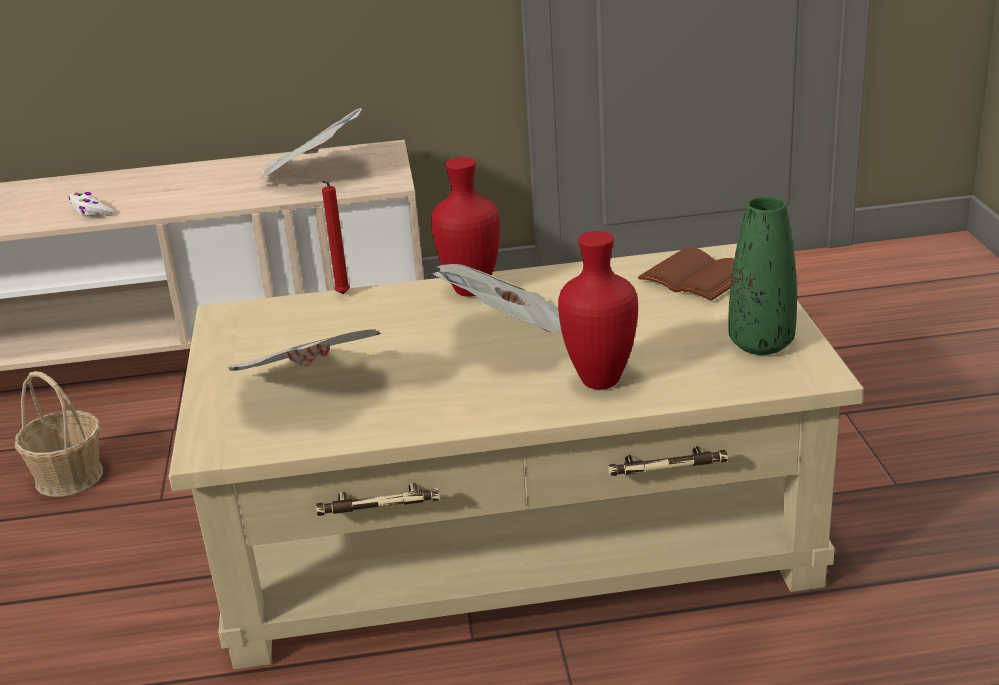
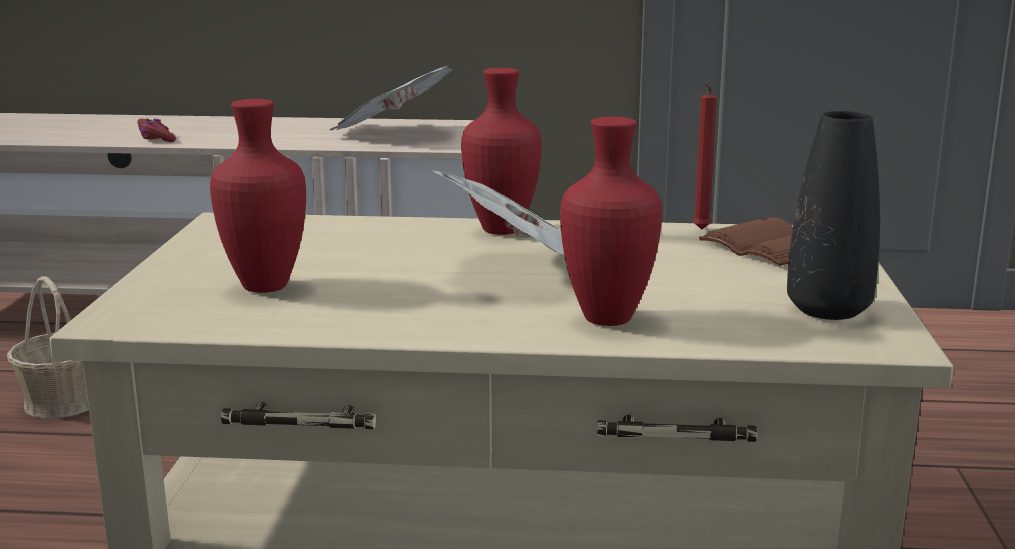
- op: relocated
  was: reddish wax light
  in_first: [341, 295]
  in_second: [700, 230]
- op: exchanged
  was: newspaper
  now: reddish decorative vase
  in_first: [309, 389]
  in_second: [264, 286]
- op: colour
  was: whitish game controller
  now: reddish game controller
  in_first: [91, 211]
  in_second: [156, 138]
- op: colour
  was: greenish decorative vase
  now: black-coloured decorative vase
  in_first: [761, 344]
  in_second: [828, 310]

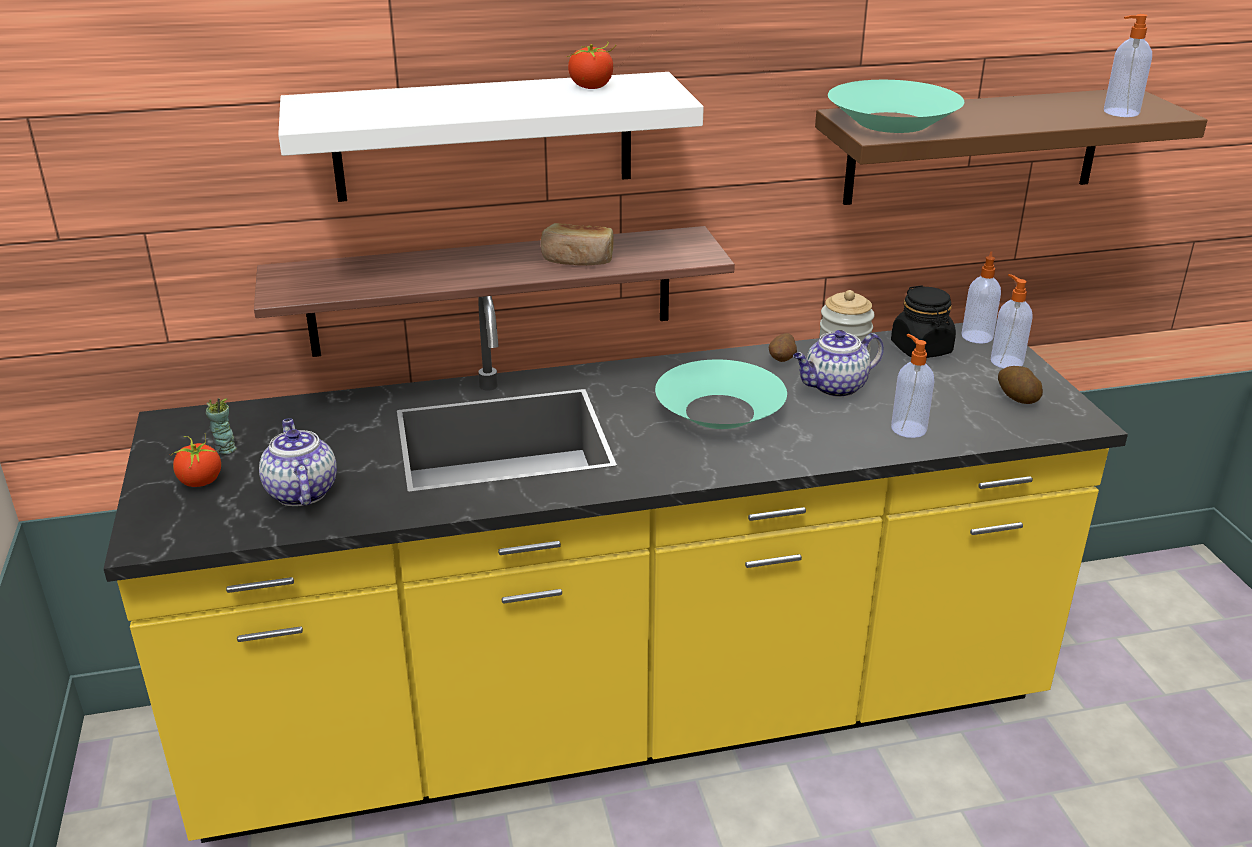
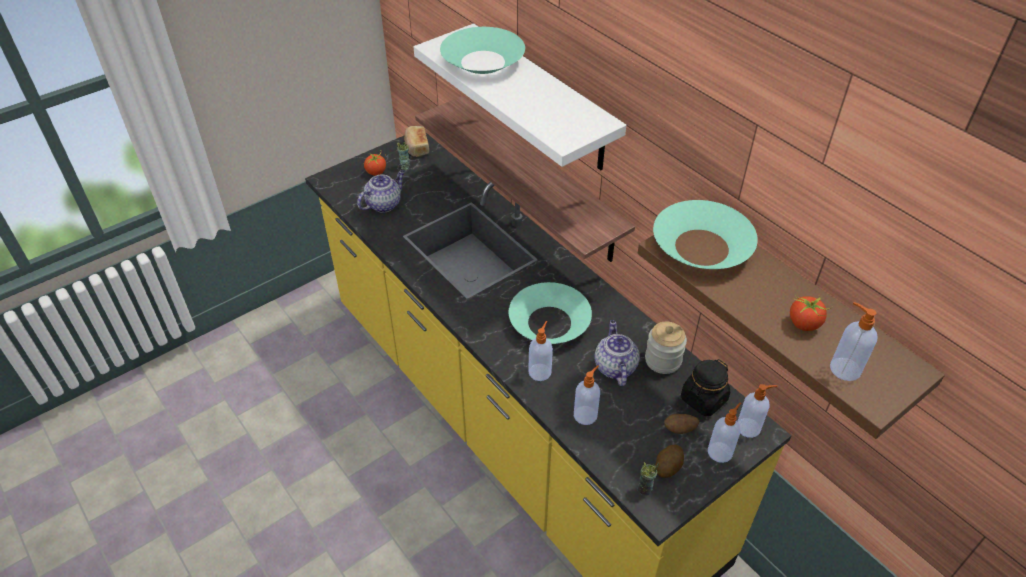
- op: appeared
  now: blue-green deep dish
  in_second: [482, 62]
- op: appeared
  now: liquid soap bottle
  in_second: [540, 371]
- op: appeared
  now: cup
  in_second: [645, 489]
- op: relocated
  was: bakery bread
  in_first: [578, 259]
  in_second: [416, 147]
- op: relocated
  was: tomato
  in_first: [591, 87]
  in_second: [804, 324]
- op: relocated
  was: spud
  in_first: [782, 360]
  in_second: [680, 430]
- op: spun
  was: pot for tea
  in_first: [834, 387]
  in_second: [614, 366]
  clockwise: 45

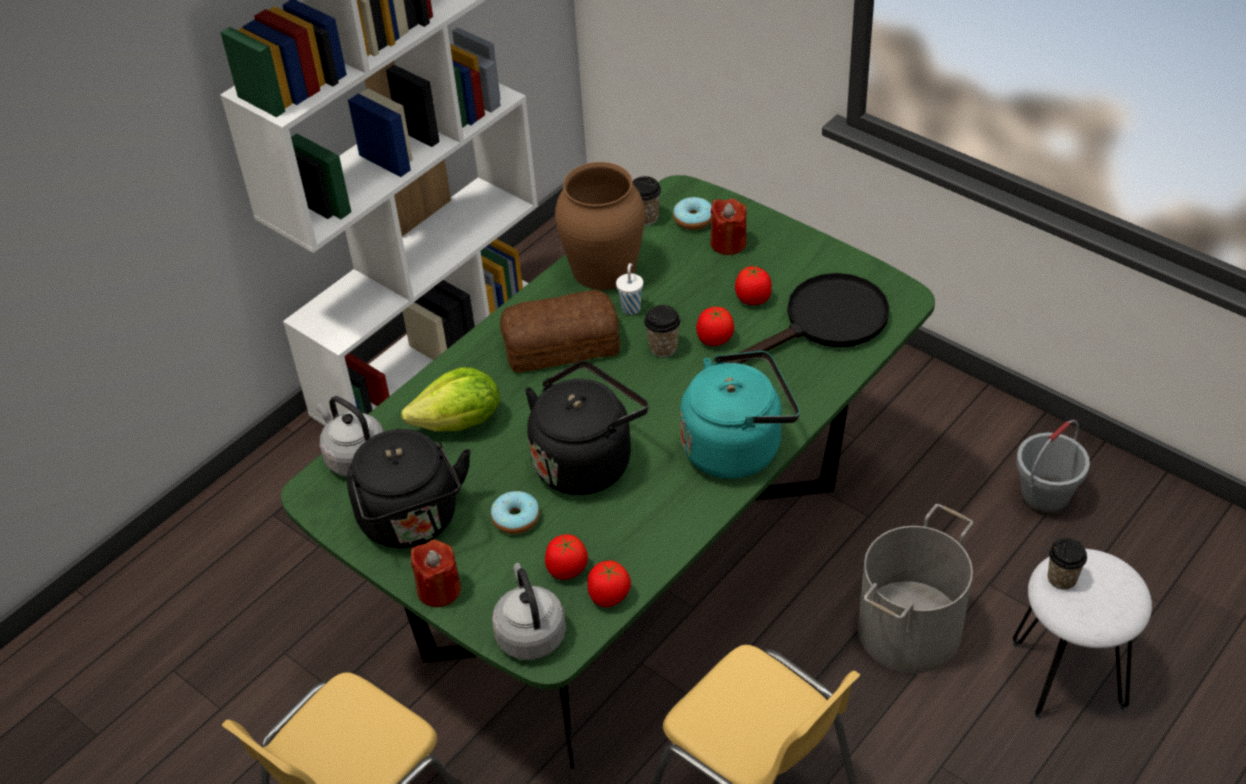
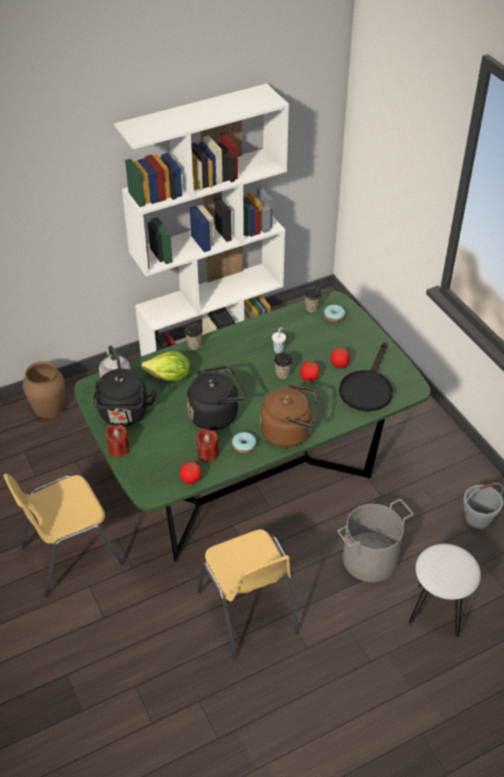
- op: missing
  was: grey tea kettle
  in_first: [530, 633]
- op: missing
  was: bakery bread
  in_first: [559, 344]
- op: missing
  was: tomato
  in_first: [567, 570]
- op: relocated
  was: donut
  in_first: [516, 518]
  in_second: [244, 445]
- op: relocated
  was: brown decorative vase
  in_first: [604, 268]
  in_second: [49, 407]
- op: relocated
  was: reddish wax light
  in_first: [728, 243]
  in_second: [208, 454]
- op: relocated
  was: cup
  in_first: [1062, 579]
  in_second: [194, 345]
- op: colour
  was: blue-green tea kettle
  now: brown tea kettle
  in_first: [737, 447]
  in_second: [289, 432]
- op: spun
  was: black-coloured skillet
  in_first: [825, 323]
  in_second: [367, 388]
  clockwise: 120

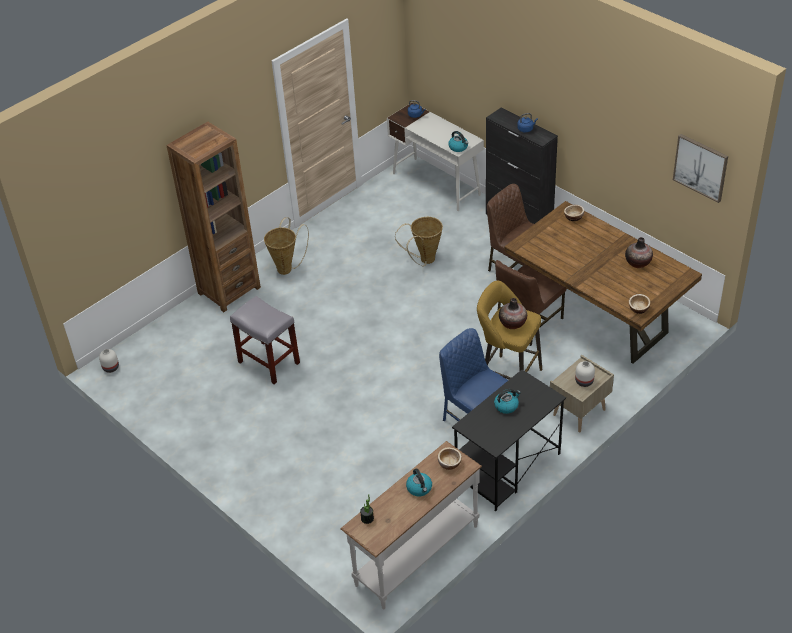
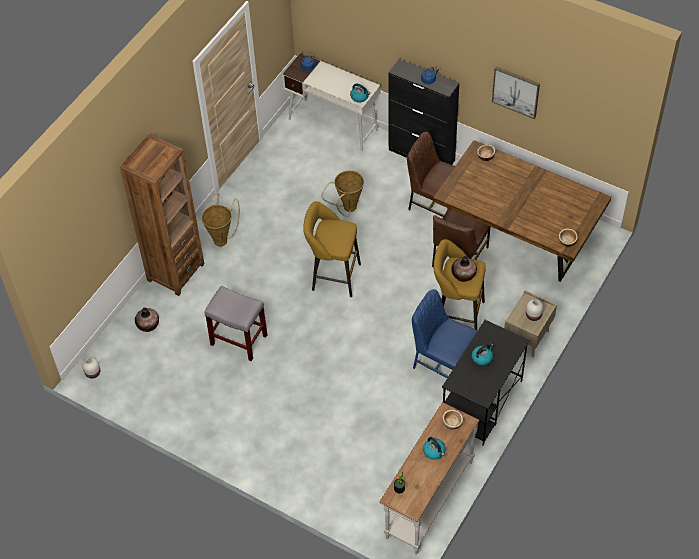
- op: appeared
  now: yellowish stool seat
  in_second: [333, 276]
- op: relocated
  was: decorative vase
  in_first: [638, 262]
  in_second: [148, 325]
- op: relocated
  was: picture
  in_first: [700, 167]
  in_second: [516, 91]

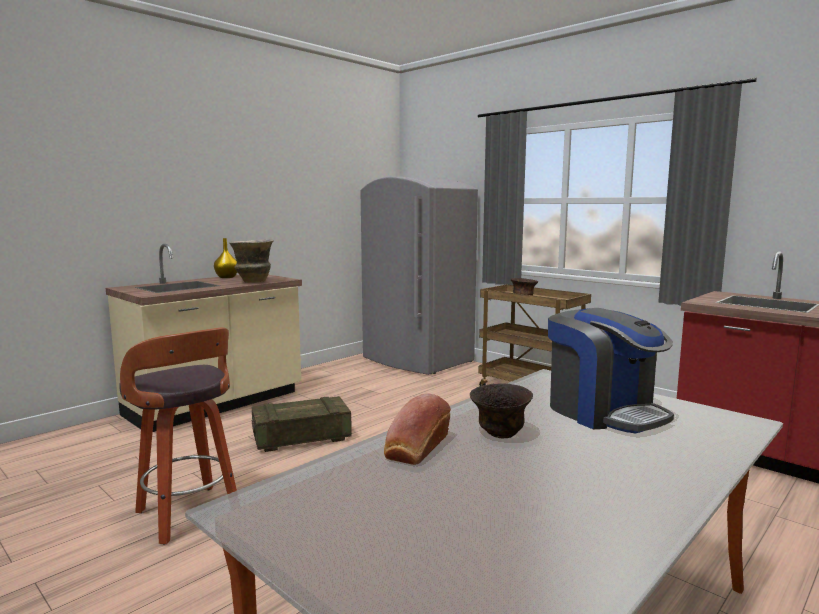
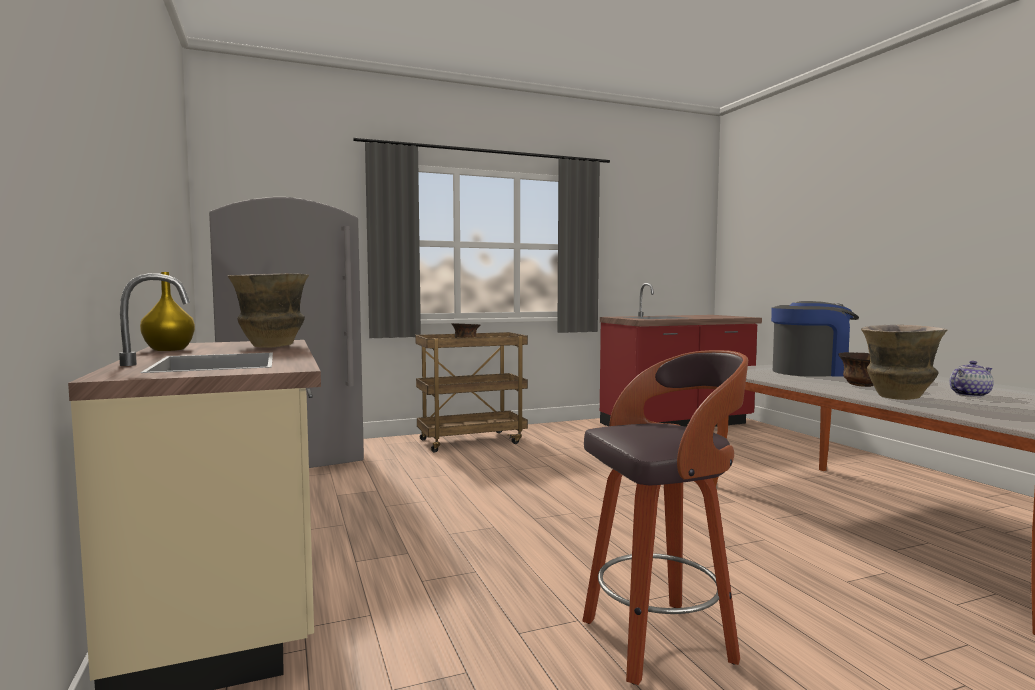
- op: missing
  was: crate
  in_first: [301, 438]
- op: appeared
  now: pot for tea
  in_second: [969, 395]
- op: exchanged
  was: bakery bread
  now: decorative vase
  in_first: [416, 448]
  in_second: [899, 397]

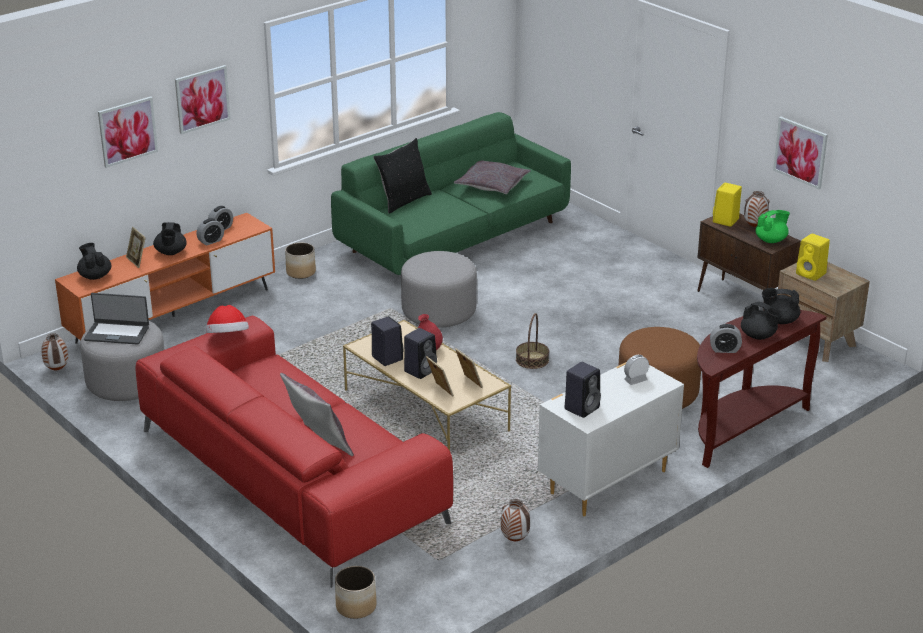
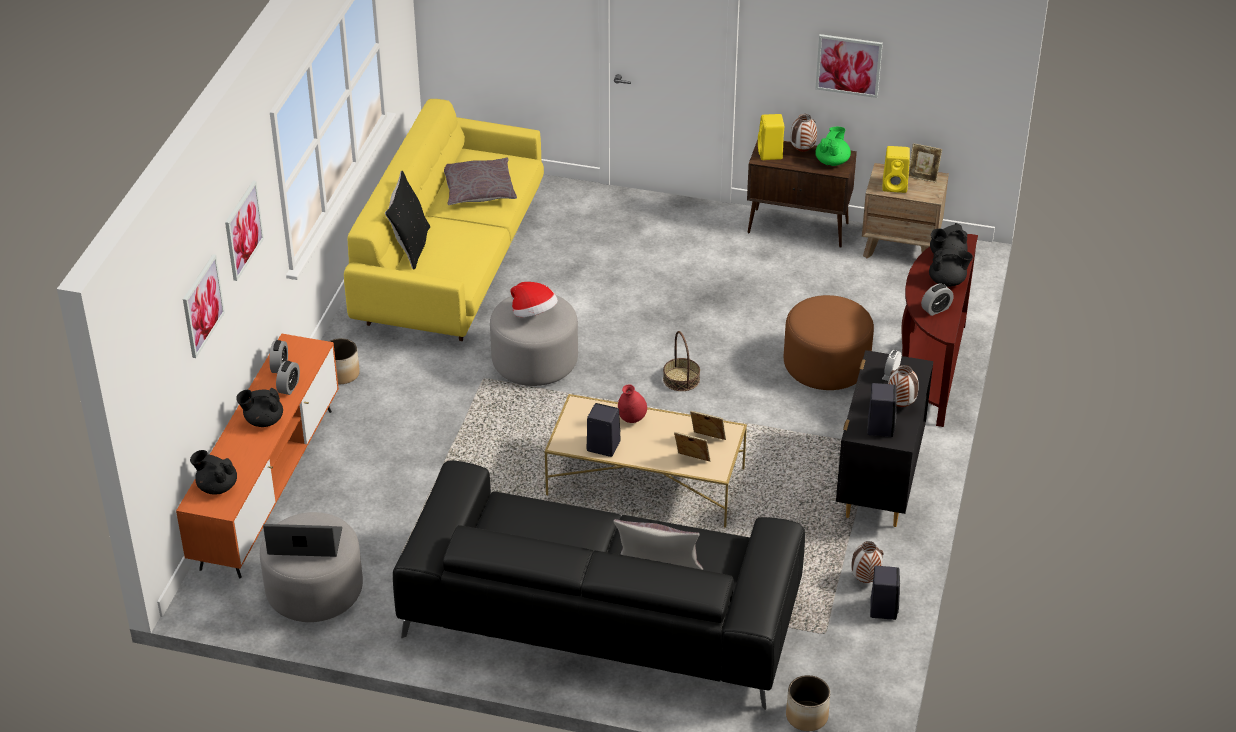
- op: relocated
  was: decorative vase
  in_first: [56, 370]
  in_second: [900, 405]
- op: relocated
  was: standing frame
  in_first: [137, 261]
  in_second: [923, 176]
- op: relocated
  was: wearable hat
  in_first: [228, 337]
  in_second: [533, 314]
- op: relocated
  was: black-coloured speaker
  in_first: [421, 370]
  in_second: [883, 608]
- op: colour
  was: reddish sofa
  now: black-coloured sofa
  in_first: [290, 476]
  in_second: [601, 615]
- op: colour
  was: greenish sofa
  now: yellowish sofa
  in_first: [455, 237]
  in_second: [452, 262]
- op: colour
  was: whitish chest of drawers
  now: black-coloured chest of drawers
  in_first: [606, 482]
  in_second: [878, 482]
- op: spun
  was: laptop
  in_first: [117, 333]
  in_second: [305, 543]
  clockwise: -150
- op: spun
  was: black-coloured pot for tea
  in_first: [170, 252]
  in_second: [263, 420]
  clockwise: 120

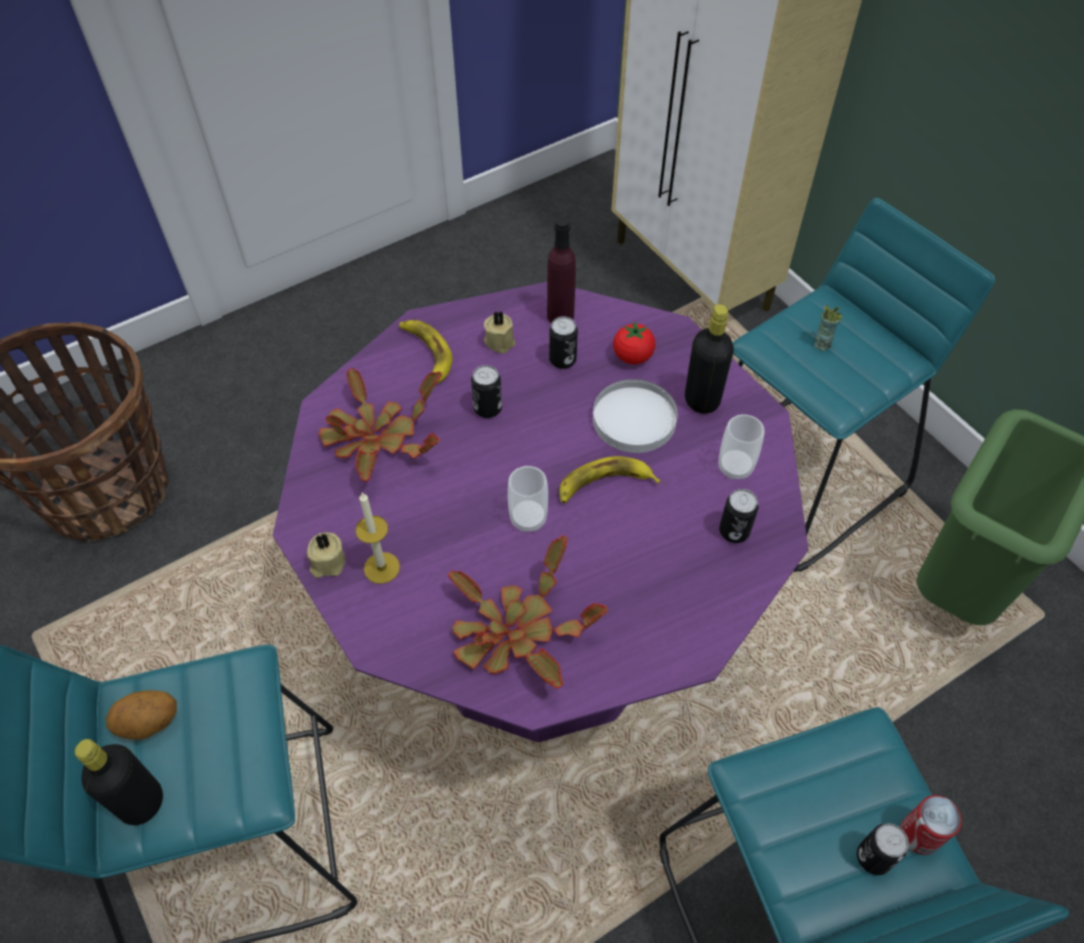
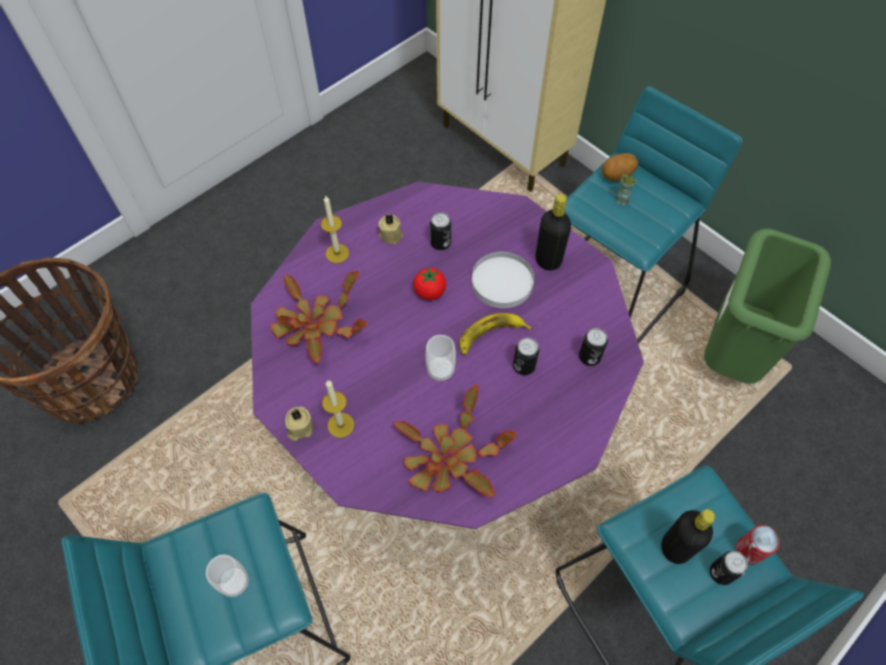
- op: missing
  was: purple beverage bottle
  in_first: [560, 316]
- op: relocated
  was: black-coloured beverage bottle
  in_first: [142, 803]
  in_second: [675, 548]
- op: relocated
  was: spud
  in_first: [149, 724]
  in_second: [617, 176]
- op: relocated
  was: sealed can
  in_first: [487, 408]
  in_second: [524, 366]
- op: relocated
  was: tomato
  in_first: [632, 356]
  in_second: [430, 292]
- op: relocated
  was: cup
  in_first: [735, 467]
  in_second: [234, 582]
- op: exchanged
  was: whole banana
  now: wax light
  in_first: [425, 355]
  in_second: [337, 253]

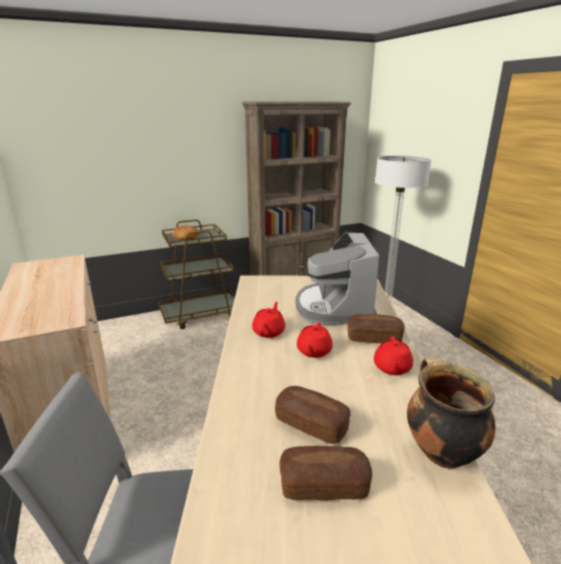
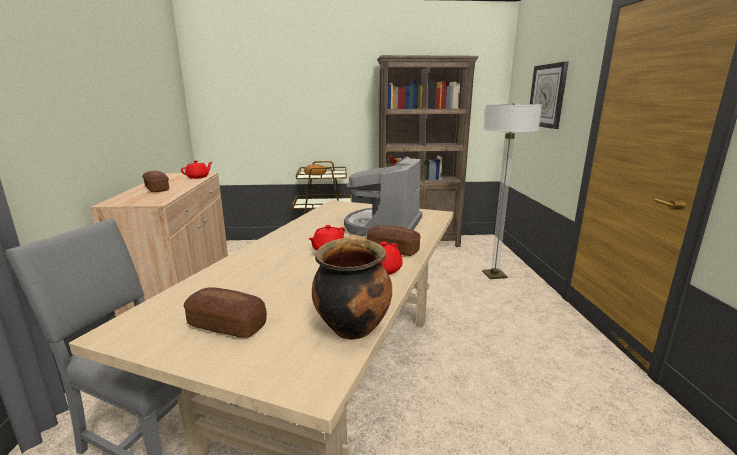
- op: appeared
  now: hanging clock
  in_second: [547, 96]
- op: relocated
  was: reddish pot for tea
  in_first: [269, 331]
  in_second: [198, 177]
- op: relocated
  was: bakery bread
  in_first: [311, 424]
  in_second: [157, 189]

